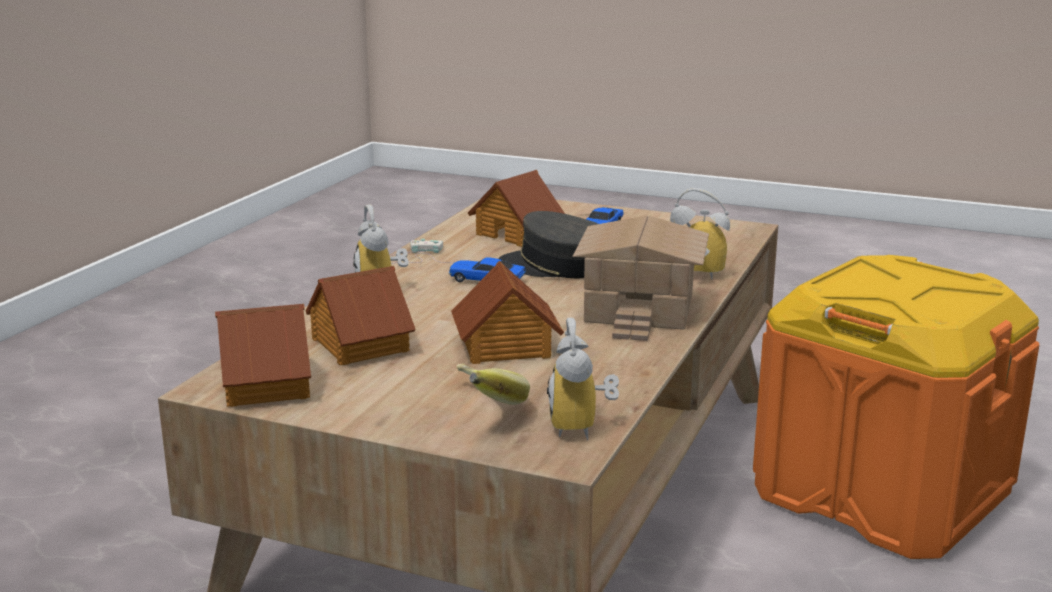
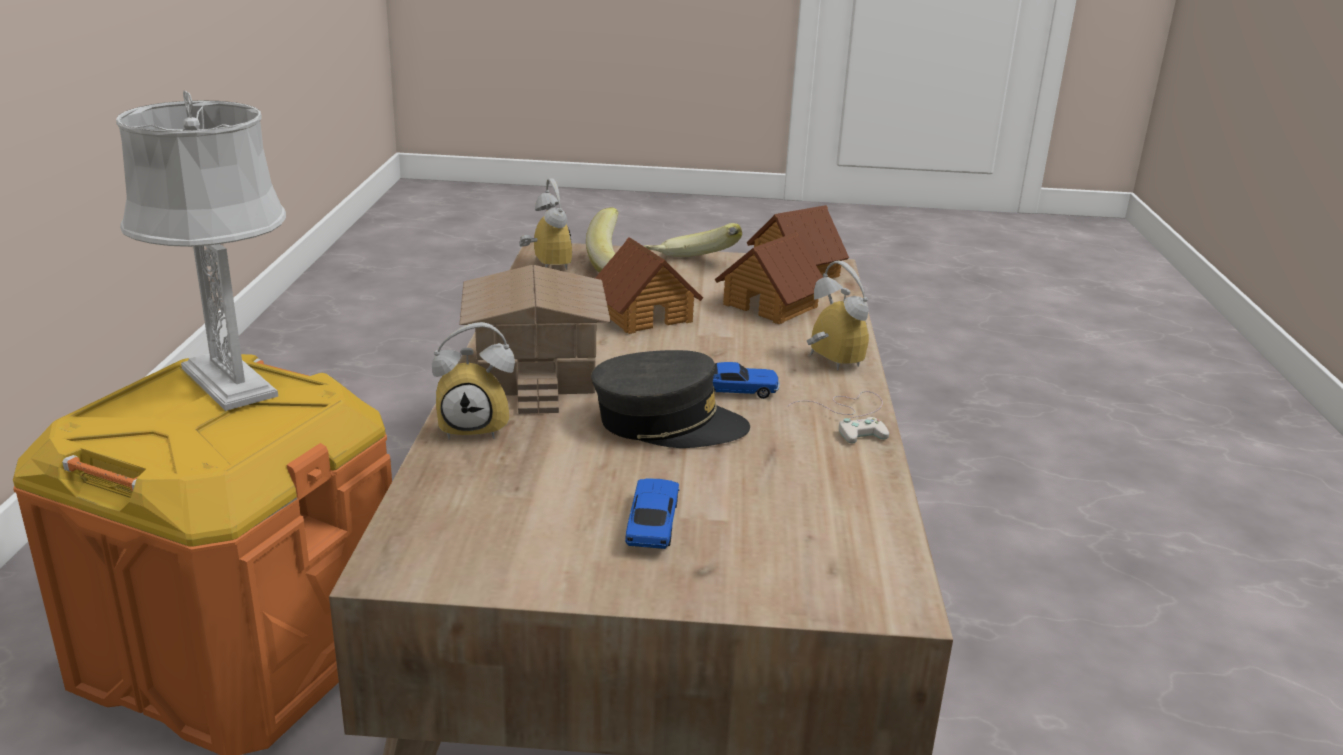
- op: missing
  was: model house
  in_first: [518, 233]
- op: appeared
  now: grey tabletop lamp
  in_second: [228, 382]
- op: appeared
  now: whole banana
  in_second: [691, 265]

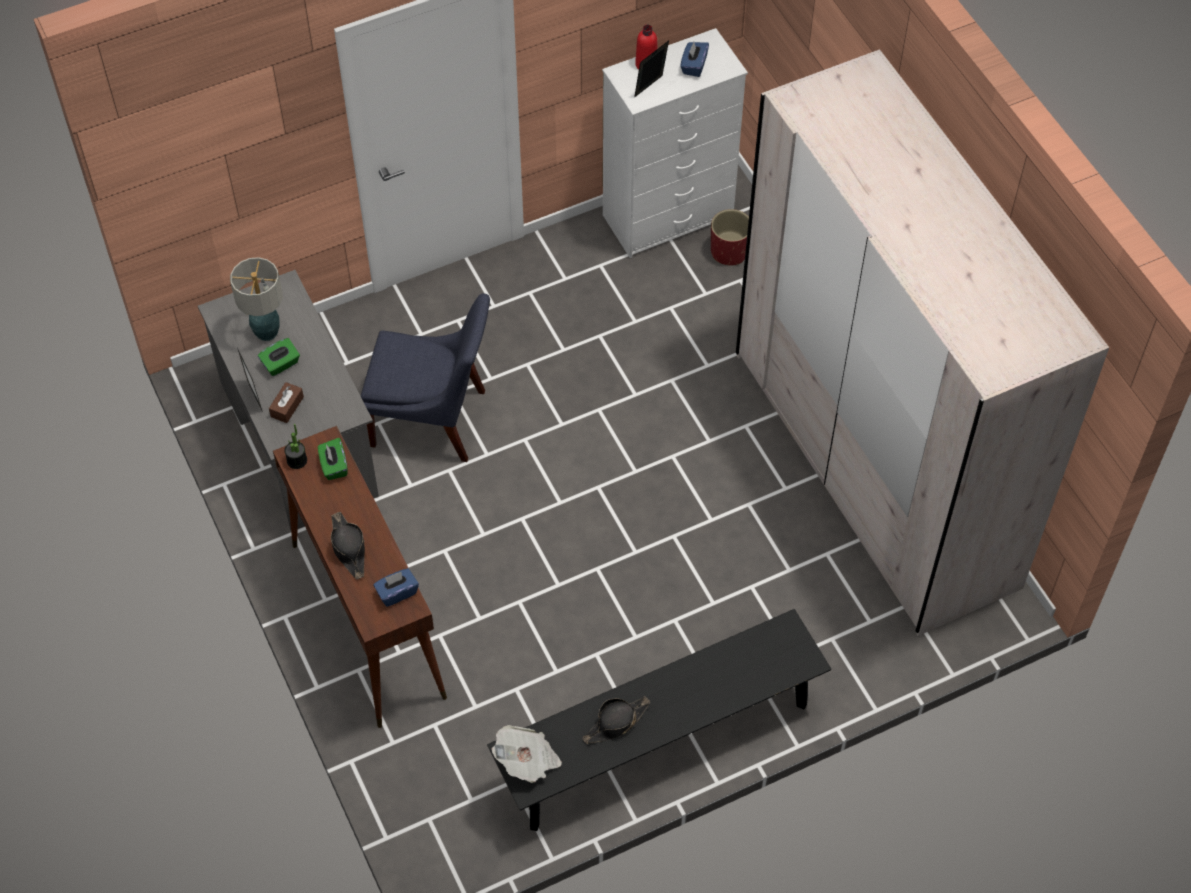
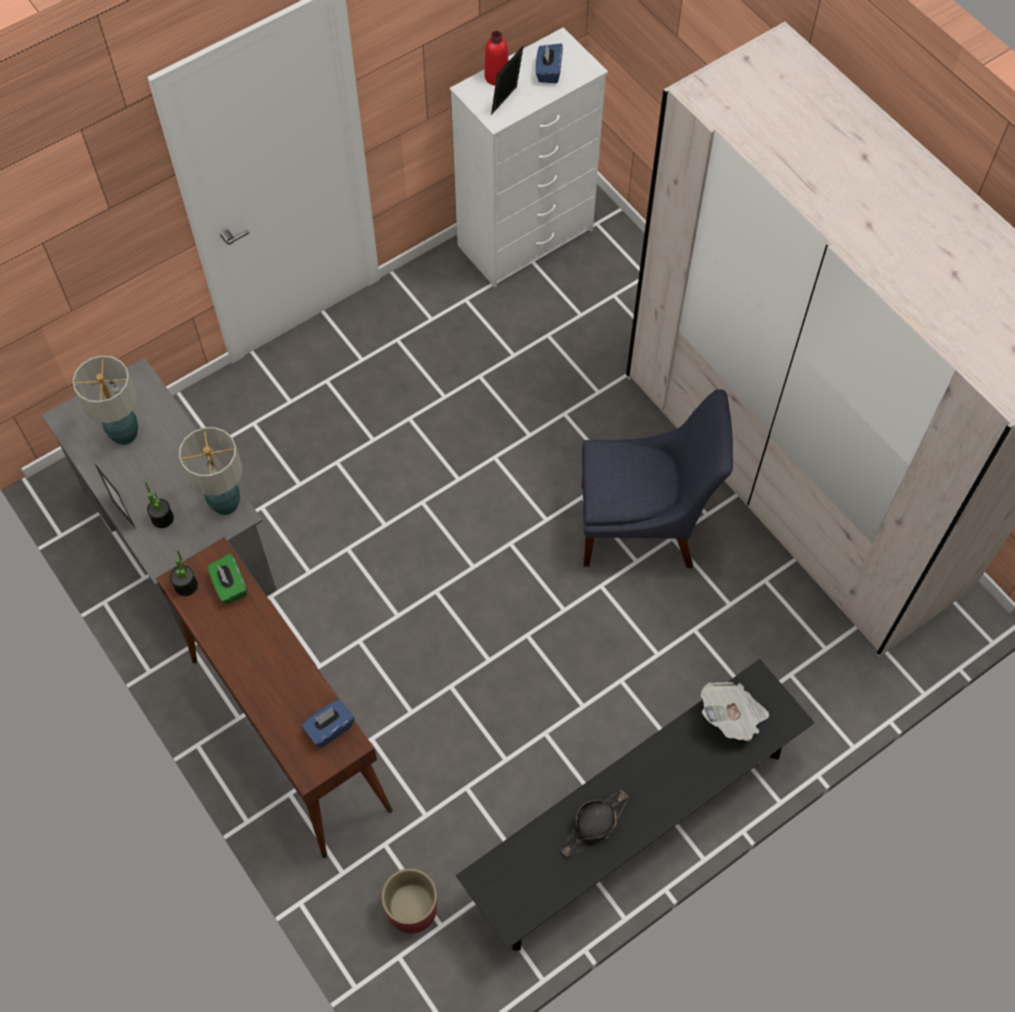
- op: missing
  was: greenish tissue holder
  in_first: [281, 364]
- op: missing
  was: black-coloured wearable hat
  in_first: [348, 548]
- op: appeared
  now: tabletop lamp
  in_second: [226, 504]
- op: relocated
  was: blue-coloured upright chair
  in_first: [434, 420]
  in_second: [643, 525]
- op: relocated
  was: newspaper
  in_first: [527, 761]
  in_second: [732, 717]
- op: relocated
  was: reddish plant pot
  in_first: [729, 252]
  in_second: [412, 909]
- op: exchanged
  was: brown tissue holder
  now: plant in a pot
  in_first: [287, 407]
  in_second: [162, 518]

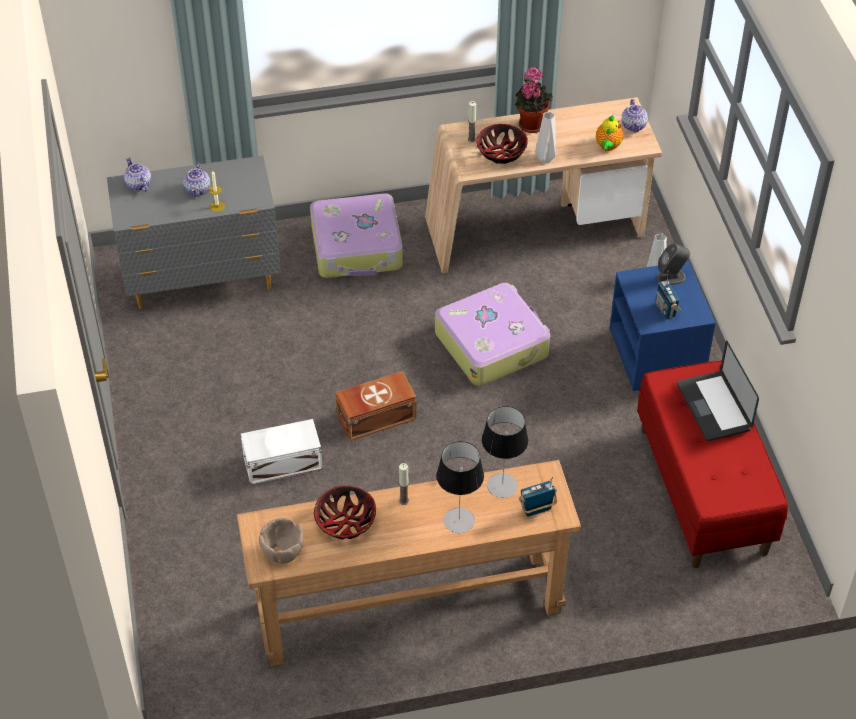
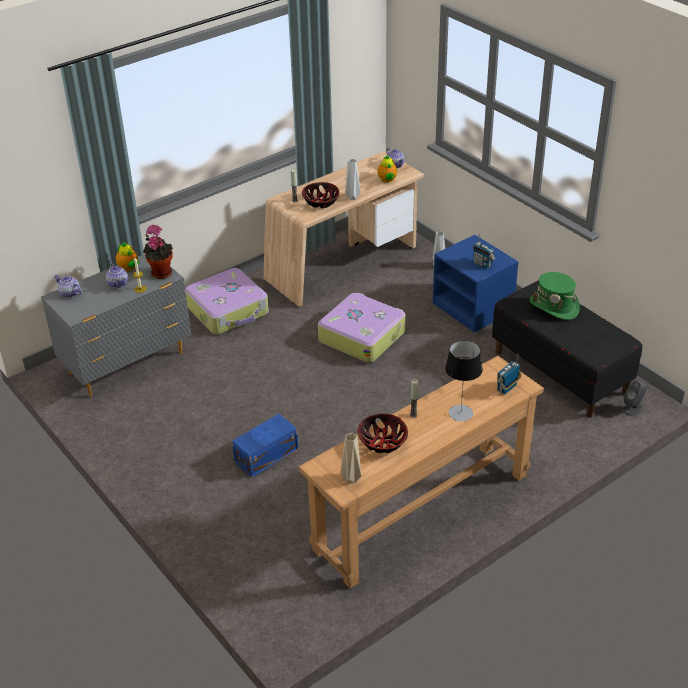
- op: missing
  was: brown storage container
  in_first: [375, 416]
- op: missing
  was: tabletop lamp
  in_first: [502, 485]
- op: appeared
  now: pot for tea
  in_second: [129, 268]
- op: relocated
  was: plant in a pot
  in_first: [531, 123]
  in_second: [160, 272]
- op: relocated
  was: grey speaker
  in_first: [671, 277]
  in_second: [633, 408]
- op: exchanged
  was: brown deep dish
  now: beige-coloured decorative vase
  in_first: [282, 552]
  in_second: [351, 477]
- op: exchanged
  was: laptop
  now: greenish wearable hat
  in_first: [713, 407]
  in_second: [554, 306]
- op: colour
  was: whitish storage container
  now: blue-coloured storage container
  in_first: [281, 462]
  in_second: [265, 455]
- op: colour
  was: reddish indoor bench
  now: black-coloured indoor bench
  in_first: [703, 490]
  in_second: [560, 372]

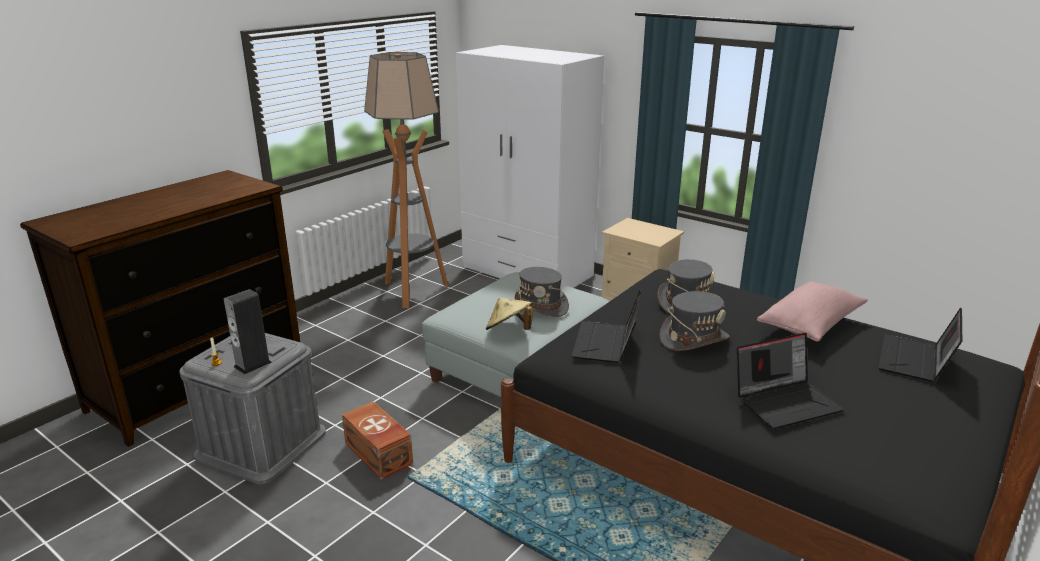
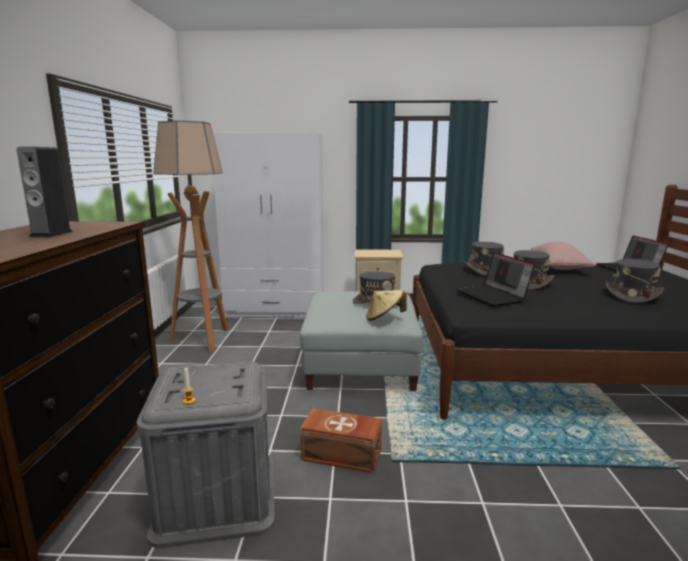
- op: relocated
  was: speaker
  in_first: [252, 364]
  in_second: [51, 234]
- op: exchanged
  was: laptop
  now: grey wearable hat
  in_first: [785, 401]
  in_second: [632, 295]

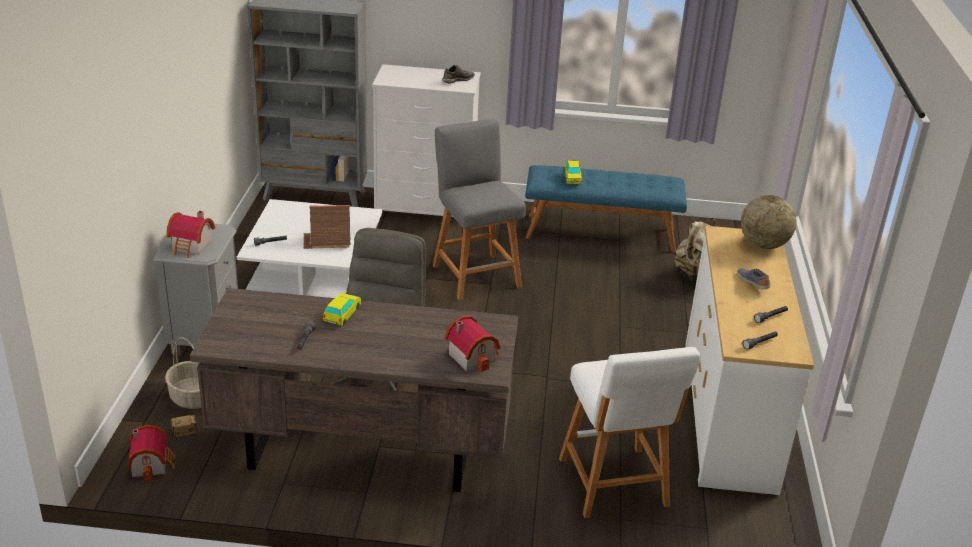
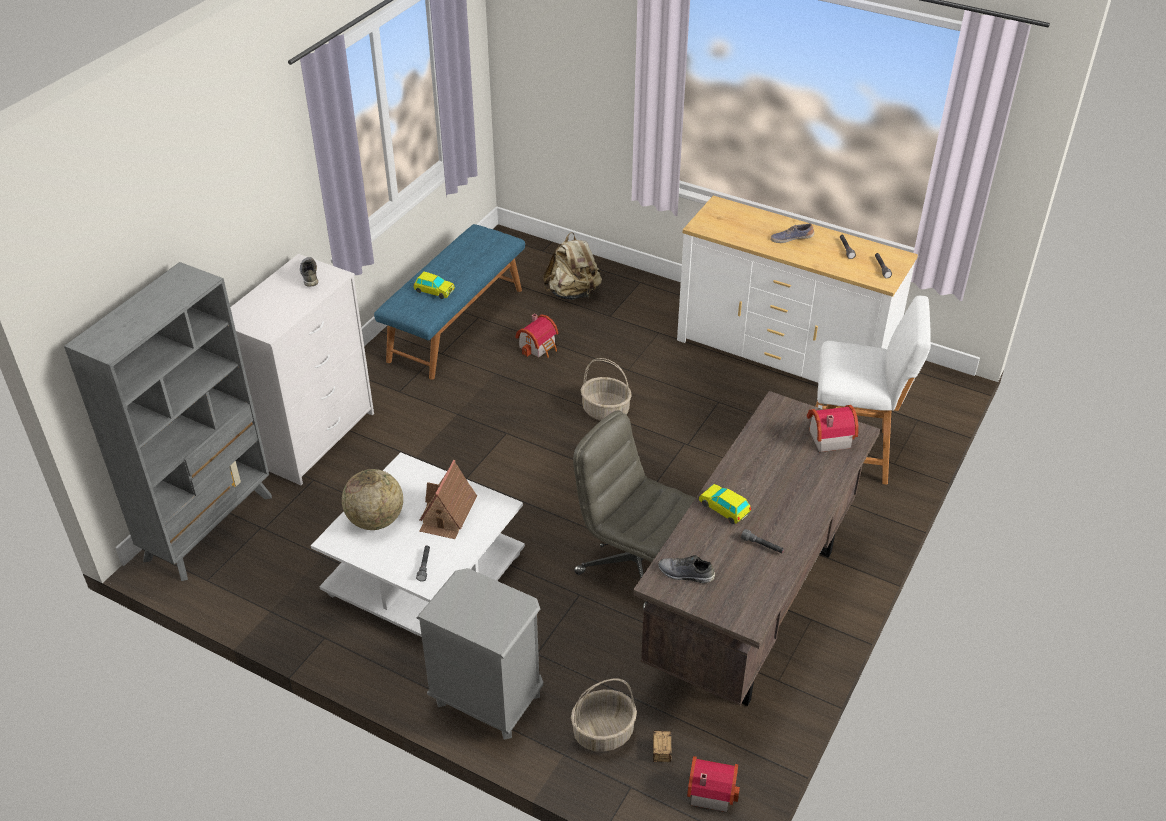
- op: missing
  was: grey stool seat
  in_first: [474, 273]
- op: appeared
  now: household basket
  in_second: [606, 410]
- op: appeared
  now: grey low shoe
  in_second: [685, 574]
- op: relocated
  was: model house
  in_first: [192, 247]
  in_second: [539, 346]
- op: relocated
  was: world globe
  in_first: [763, 245]
  in_second: [376, 520]

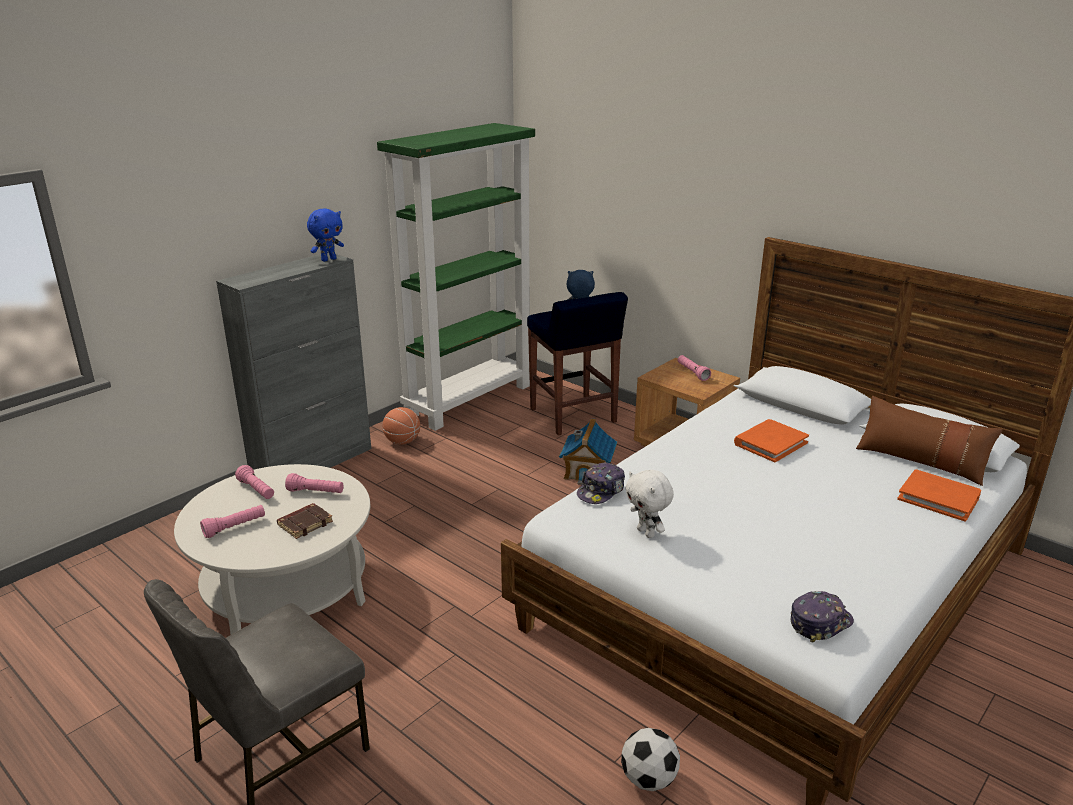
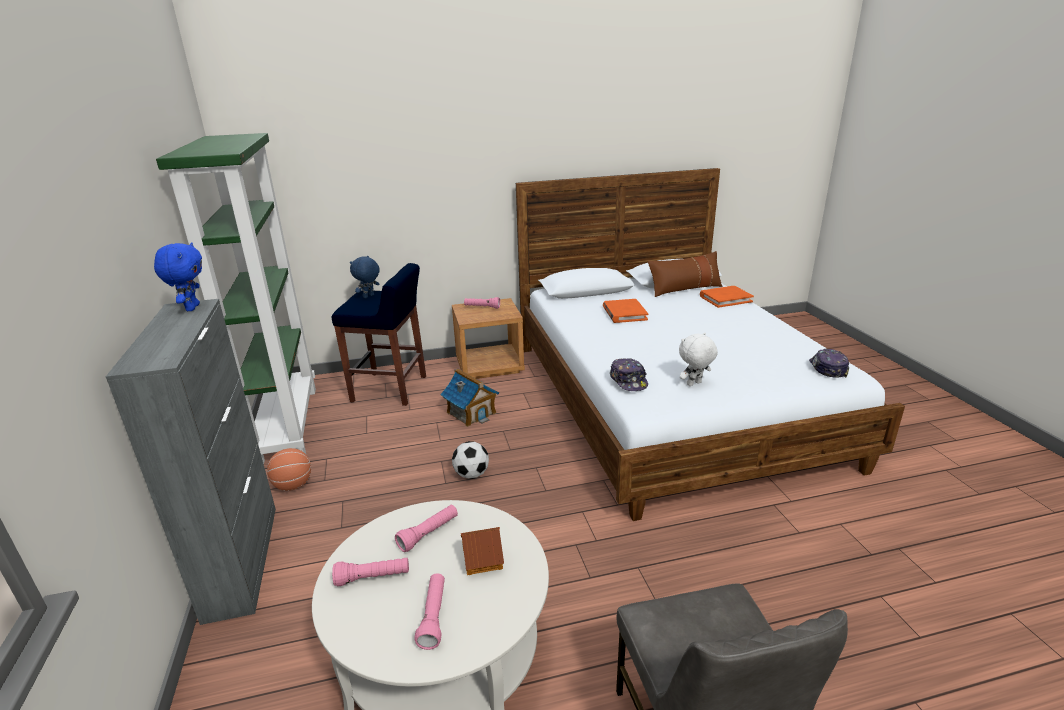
- op: relocated
  was: football ball
  in_first: [648, 779]
  in_second: [471, 474]
- op: exchanged
  was: brown volume
  now: model house
  in_first: [305, 523]
  in_second: [481, 558]
- op: spun
  was: whitish cuddly toy
  in_first: [647, 532]
  in_second: [694, 384]
  clockwise: 150

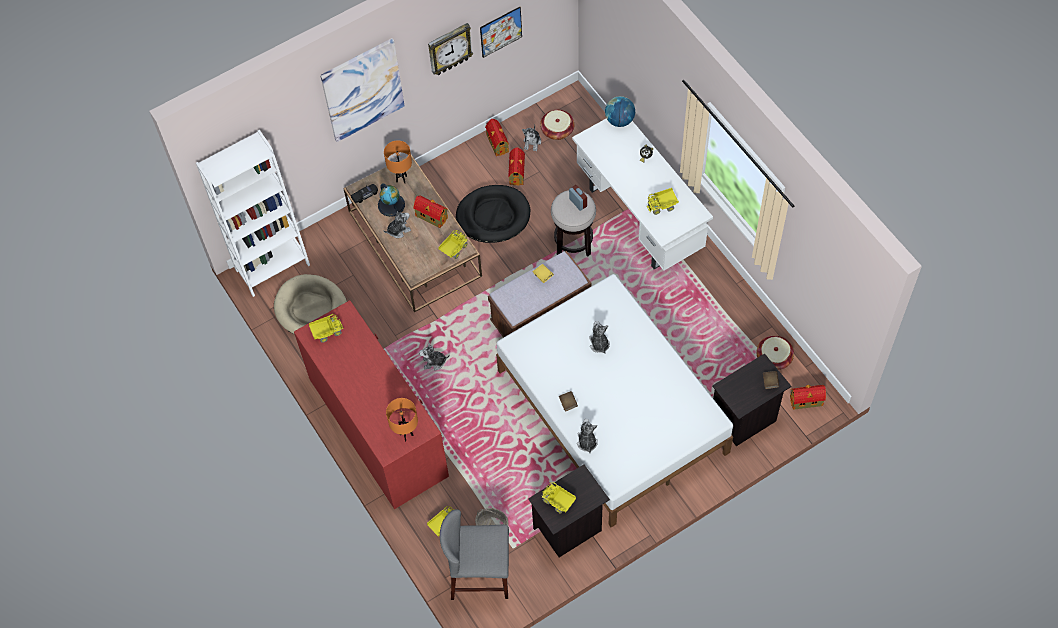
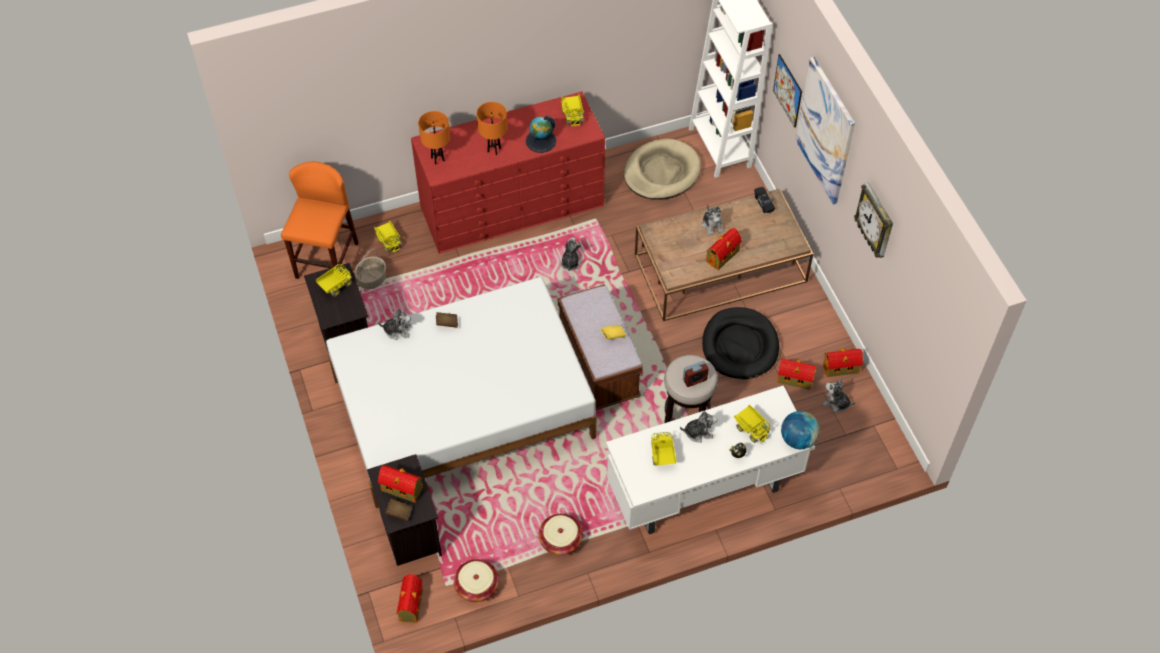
- op: appeared
  now: model house
  in_second: [403, 489]
- op: relocated
  was: world globe
  in_first: [391, 205]
  in_second: [541, 141]
- op: relocated
  was: orangey tabletop lamp
  in_first: [401, 179]
  in_second: [494, 150]
- op: relocated
  was: model truck
  in_first: [454, 249]
  in_second: [751, 428]
- op: relocated
  was: picture
  in_first: [501, 31]
  in_second: [787, 90]
- op: relocated
  was: household basket
  in_first: [557, 130]
  in_second: [560, 540]
- op: relocated
  was: cuddly toy
  in_first: [599, 344]
  in_second: [698, 432]
- op: colour
  was: grey stool seat
  now: orangey stool seat
  in_first: [480, 576]
  in_second: [326, 261]

